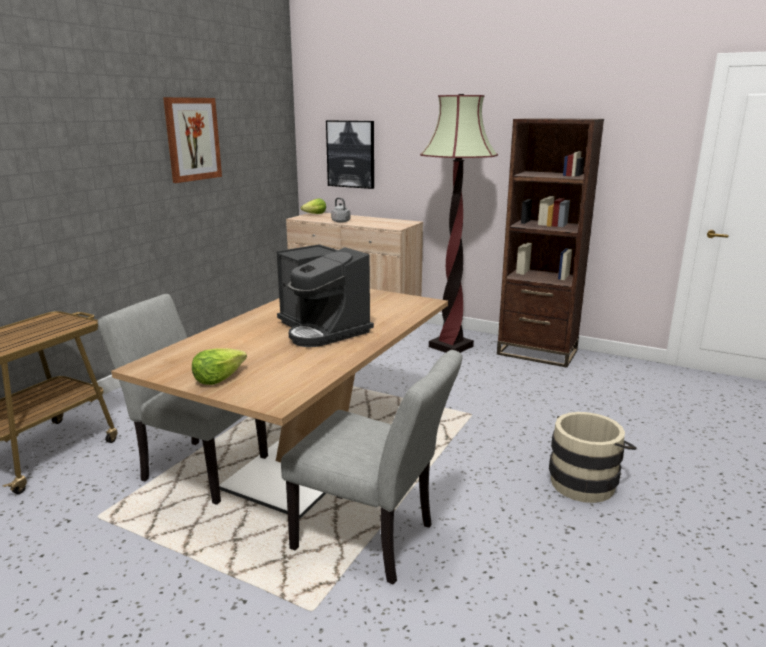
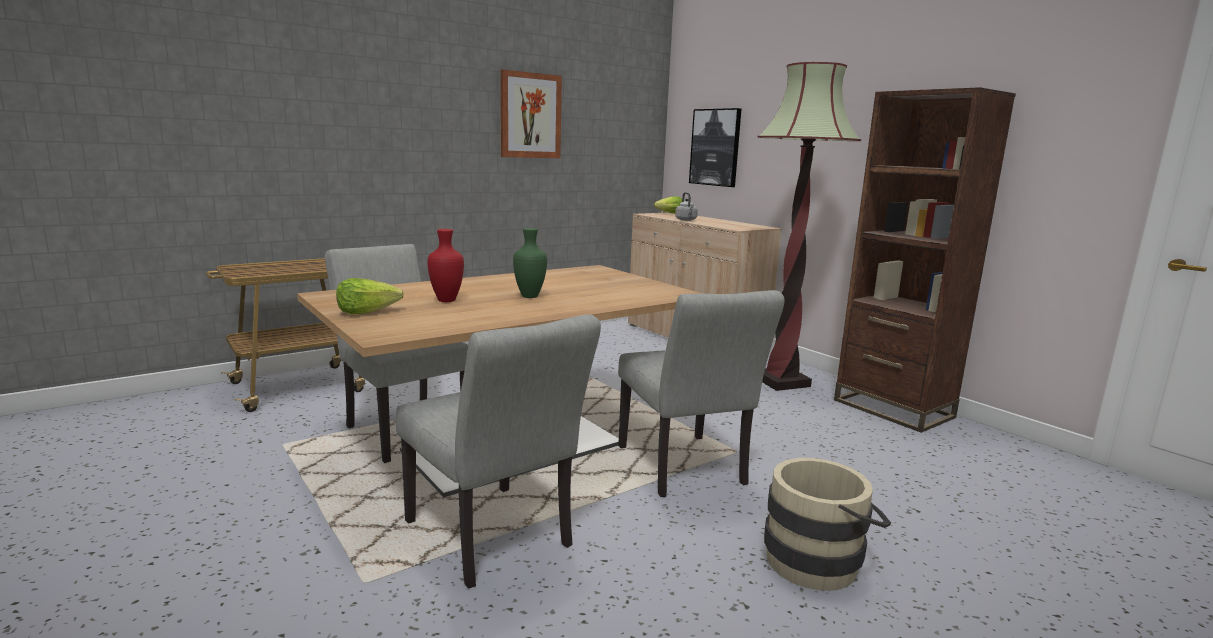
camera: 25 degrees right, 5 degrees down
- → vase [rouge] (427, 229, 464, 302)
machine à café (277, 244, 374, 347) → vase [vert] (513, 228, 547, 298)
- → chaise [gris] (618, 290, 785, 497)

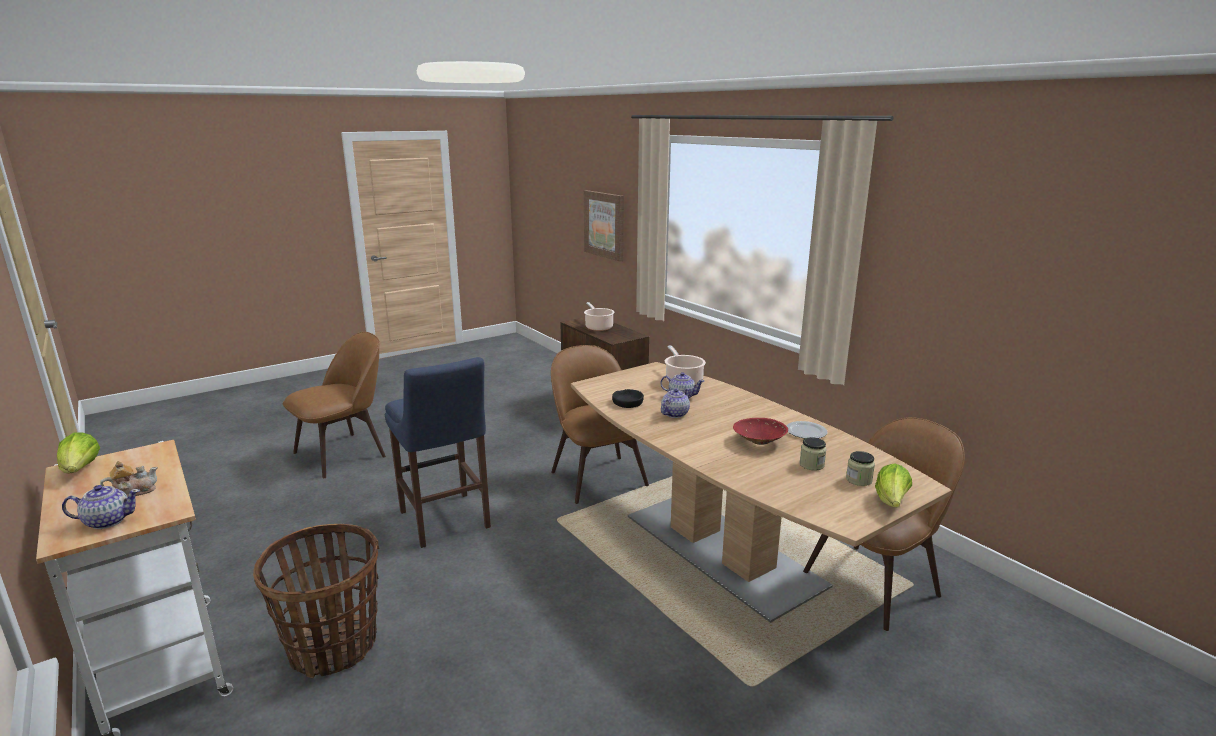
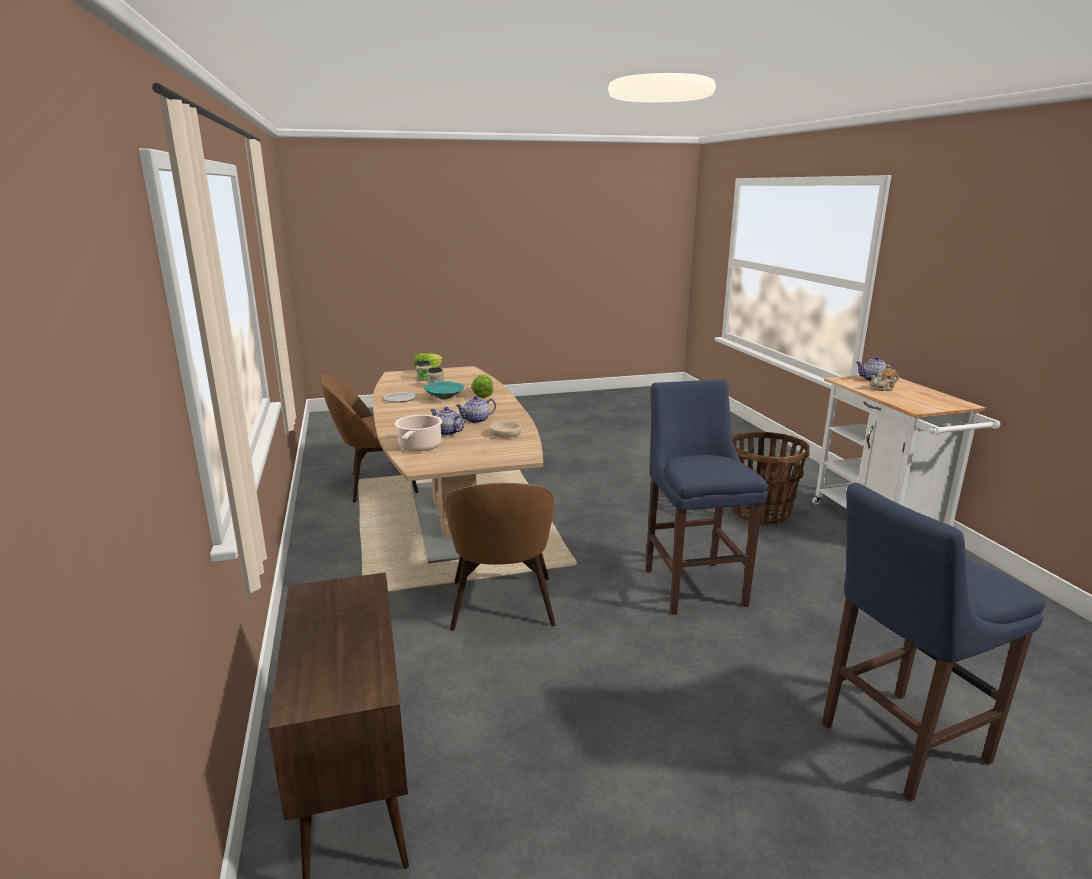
camera: 160 degrees left, 0 degrees up
bol [rouge] (733, 418, 788, 445) → bol [turquoise] (423, 381, 465, 400)
laitue (57, 433, 100, 474) → laitue (471, 374, 494, 398), relocated
bol [noir] (612, 389, 644, 408) → bol [beige] (489, 422, 522, 438)
chaise [marron] (283, 332, 386, 478) → tabouret [bleu] (822, 483, 1045, 802)
tableau (584, 190, 624, 262) → -
marmite (584, 302, 615, 331) → -

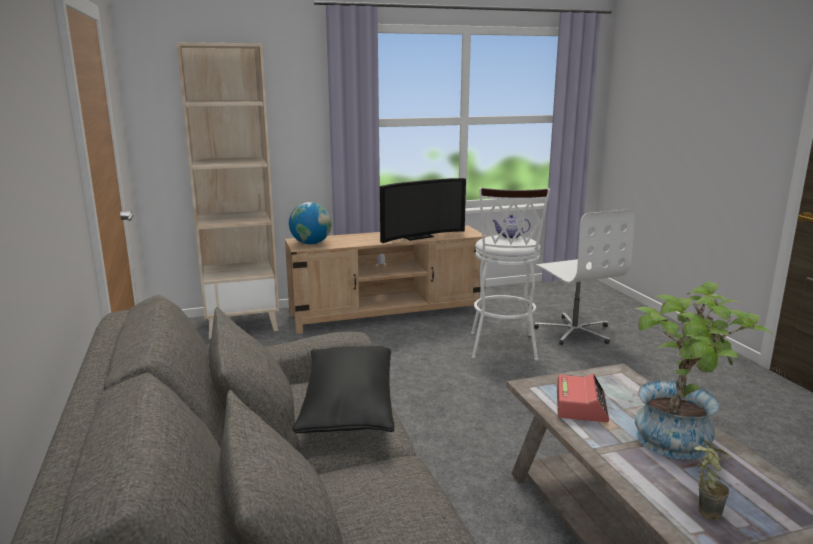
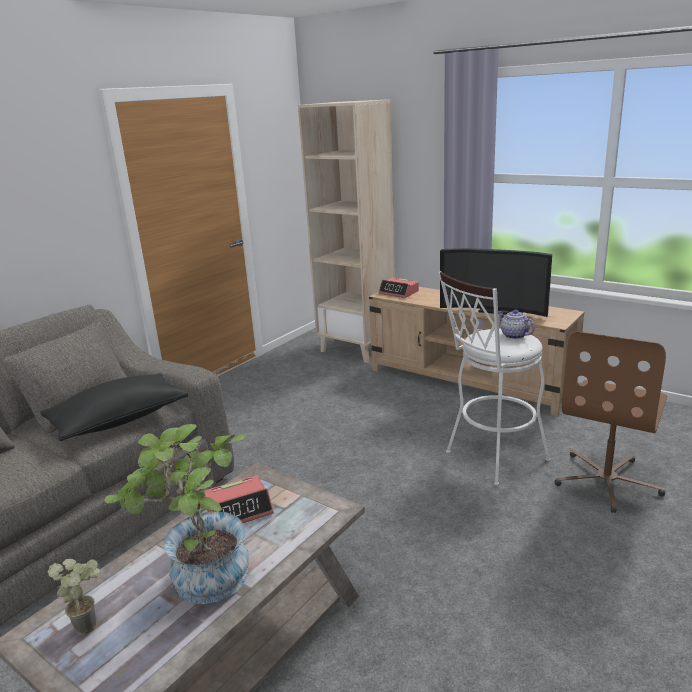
camera: 55 degrees right, 5 degrees up
globe (289, 202, 331, 245) → réveil (379, 278, 419, 298)
chaise de bureau [blanc] (534, 209, 634, 345) → chaise de bureau [marron] (555, 331, 667, 513)

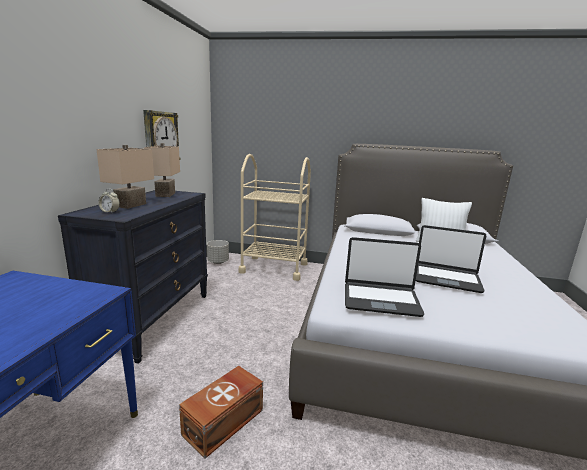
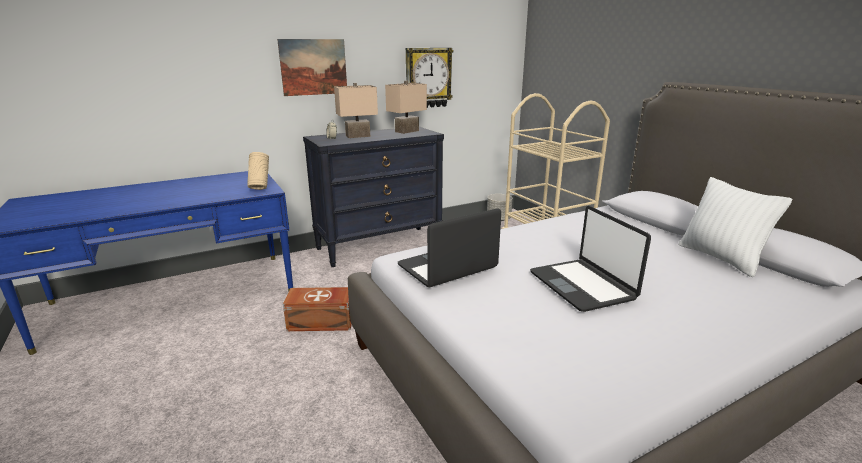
camera: 50 degrees right, 5 degrees up
- → vase [beige] (247, 152, 269, 190)
- → tableau (277, 39, 347, 96)
ordinateur portable (345, 237, 424, 317) → ordinateur portable (398, 208, 501, 287), 90 degrees clockwise

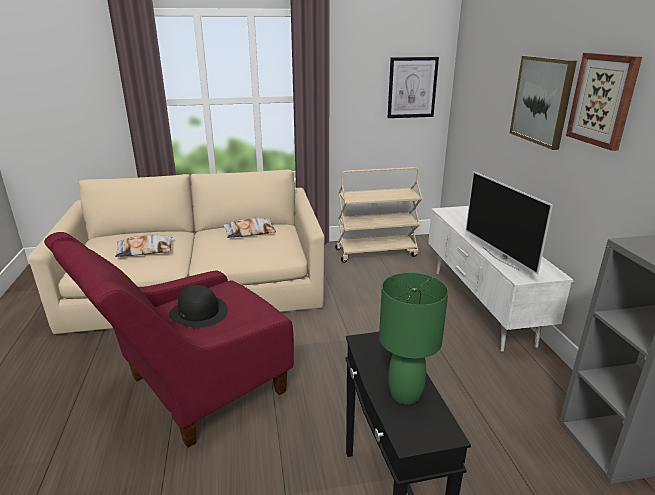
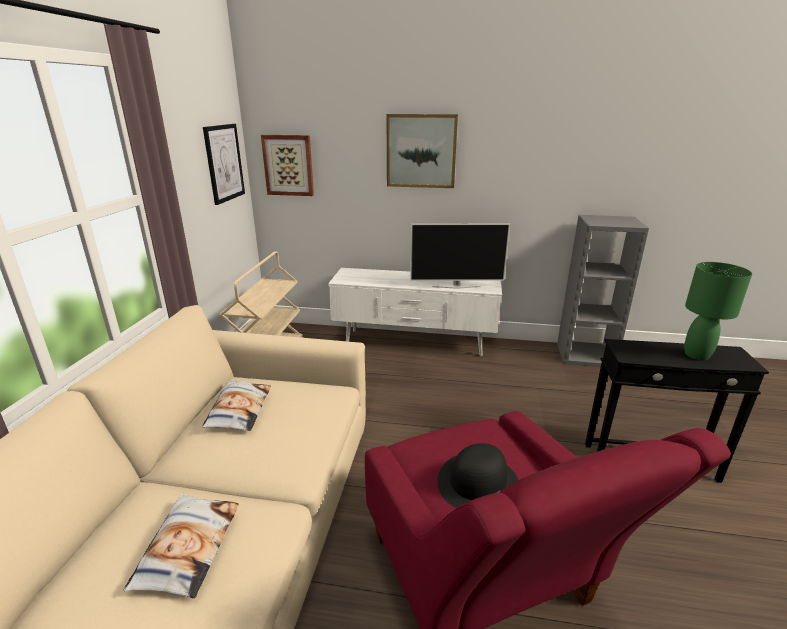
camera: 70 degrees left, 0 degrees up
tableau (566, 53, 642, 151) → tableau (261, 135, 314, 196), relocated

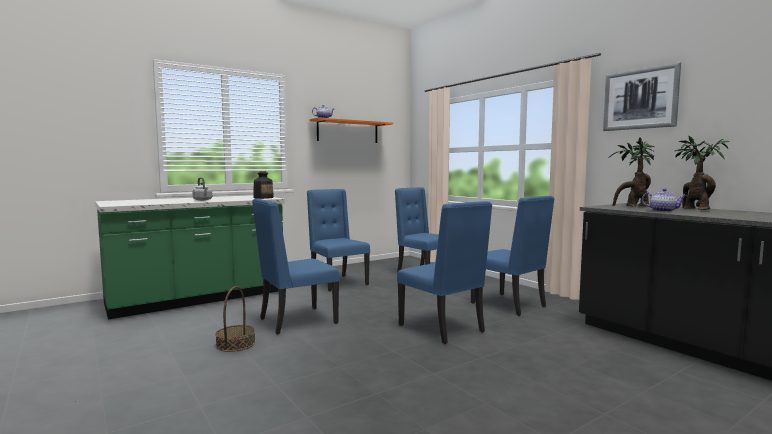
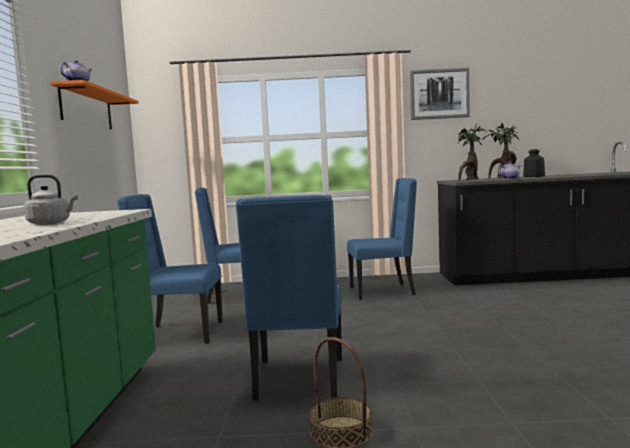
camera: 55 degrees left, 0 degrees up
bouteille (253, 171, 274, 199) → bouteille (523, 149, 545, 177), relocated
chaise [bleu] (397, 201, 492, 344) → -

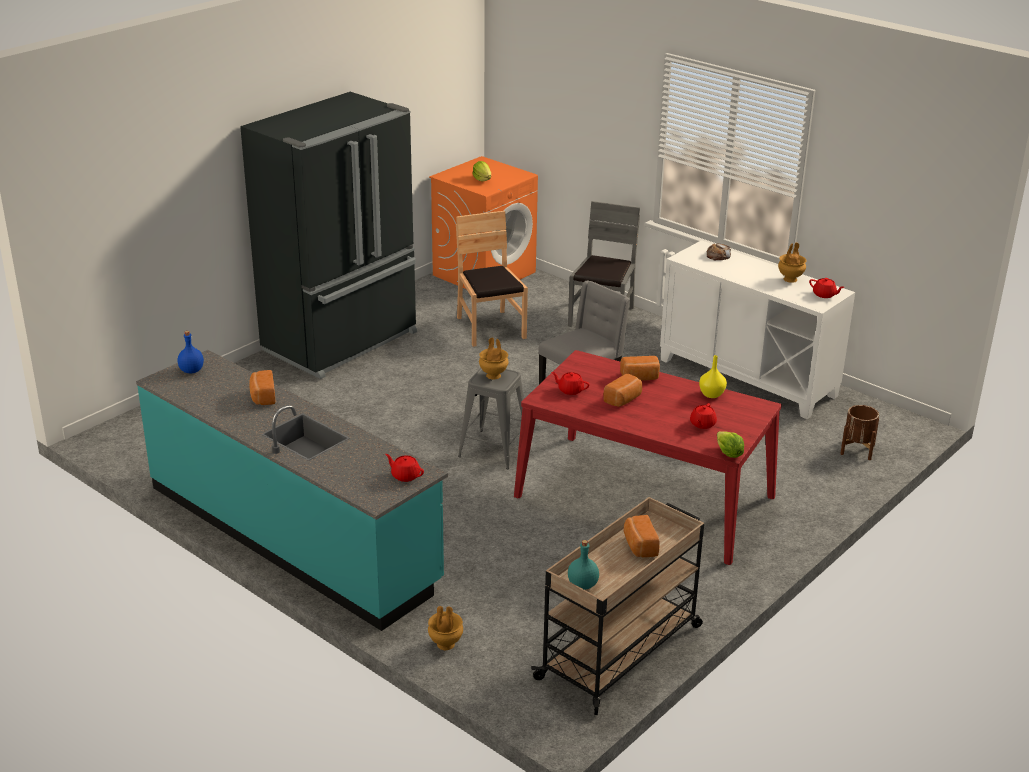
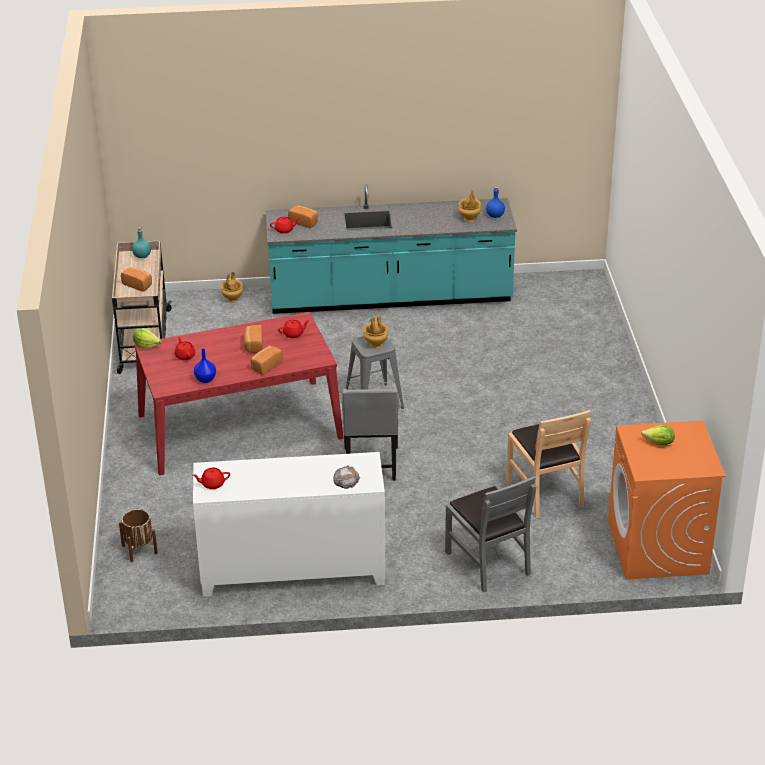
camera: 135 degrees right, 5 degrees up
vase [jaune] (699, 355, 727, 398) → vase [bleu] (194, 349, 216, 383)
pain (250, 370, 275, 405) → pain (288, 205, 318, 228), relocated
vase [marron] (778, 243, 807, 283) → vase [marron] (458, 190, 481, 222), relocated
chaise [marron] (456, 211, 528, 347) → chaise [marron] (506, 410, 591, 518), 45 degrees clockwise
réfrigérateur [noir] (240, 92, 417, 379) → -

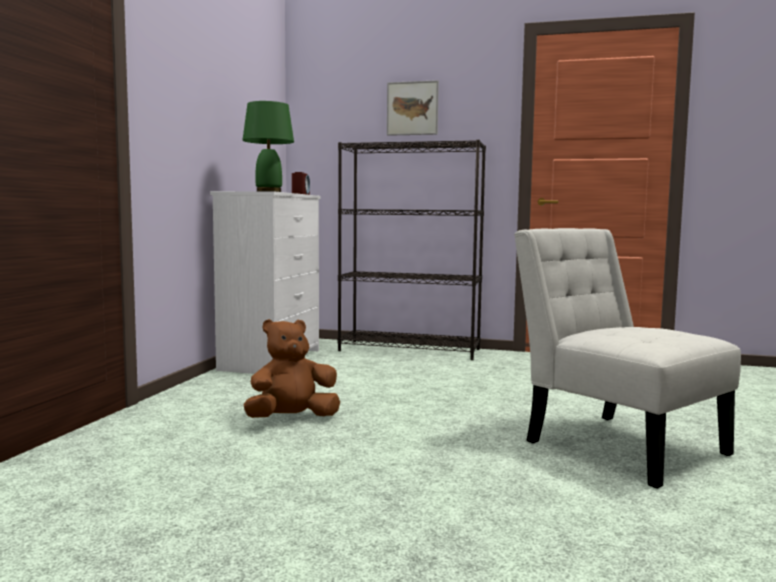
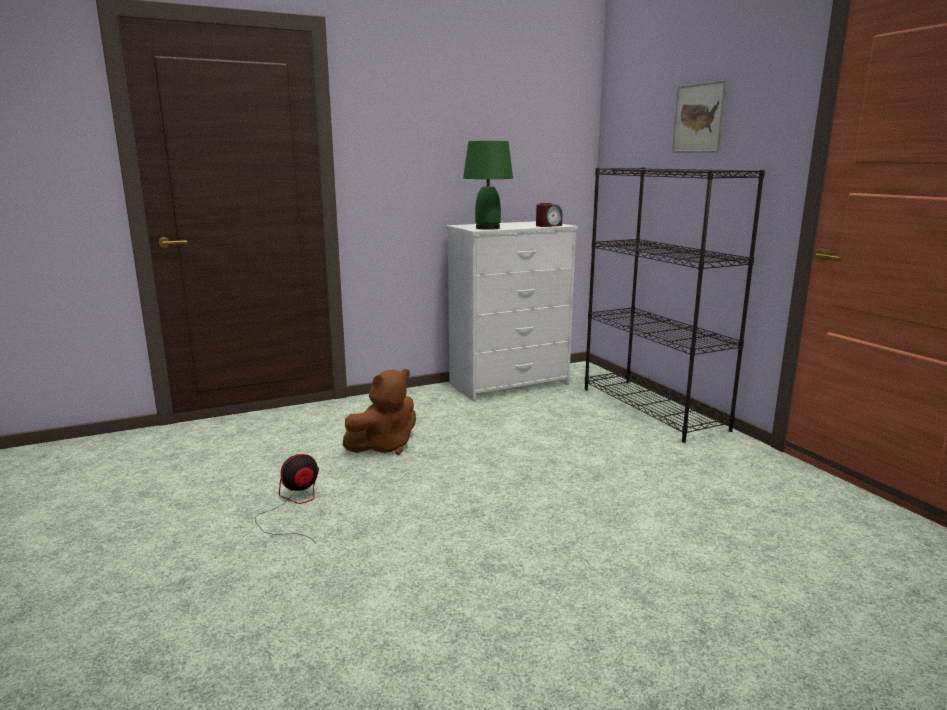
camera: 50 degrees right, 10 degrees up
- → ventilateur (255, 454, 319, 541)
peluche [marron] (243, 319, 340, 418) → peluche [marron] (343, 369, 416, 455), 120 degrees clockwise
chaise [blanc] (514, 228, 741, 489) → -

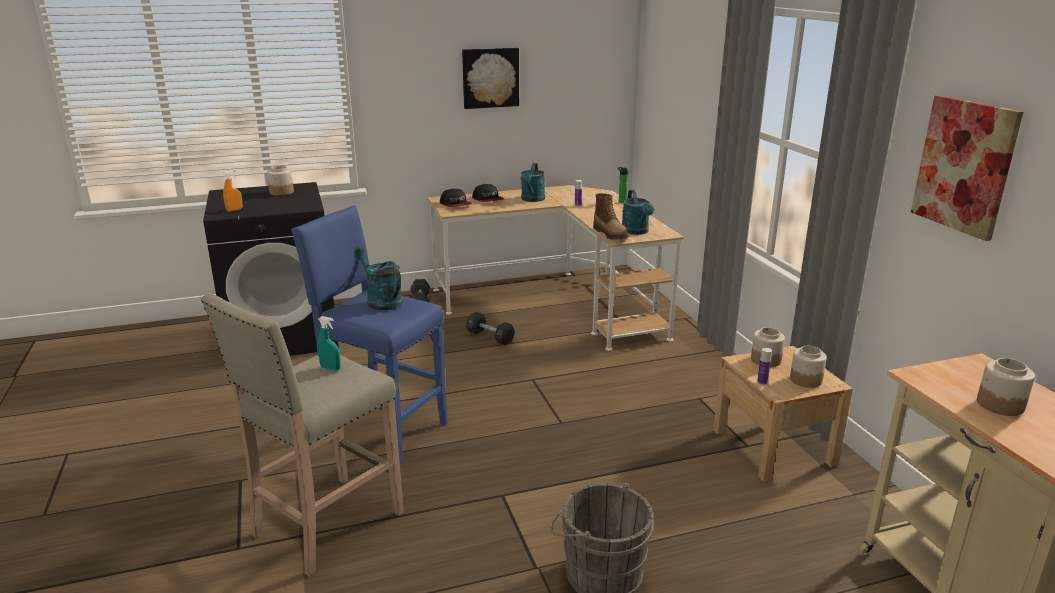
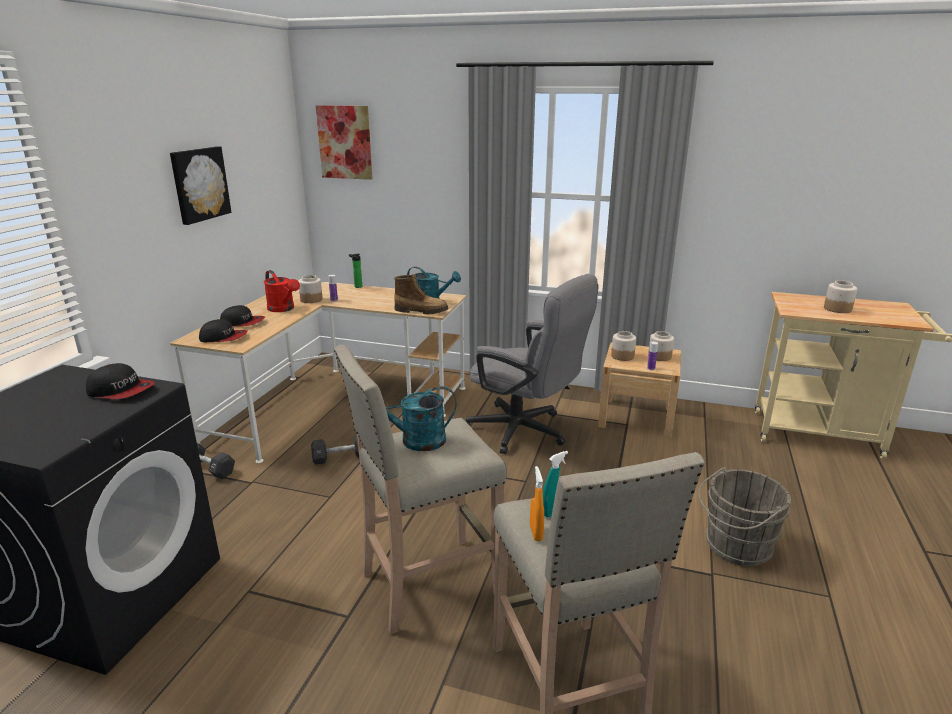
camera: 55 degrees left, 0 degrees up
- → casquette (86, 363, 155, 399)
arrosoir [turquoise] (521, 163, 545, 202) → arrosoir [rouge] (264, 270, 300, 312)
bocal (267, 166, 294, 196) → bocal (298, 275, 323, 303), relocated
tableau (911, 95, 1023, 241) → tableau (316, 105, 373, 180), relocated
tabouret [bleu] (291, 205, 448, 463) → tabouret [beige] (334, 344, 507, 635)
- → chaise de bureau [gris] (465, 274, 598, 454)
vaporisateur [orange] (223, 170, 243, 212) → vaporisateur [orange] (530, 466, 544, 541), relocated

